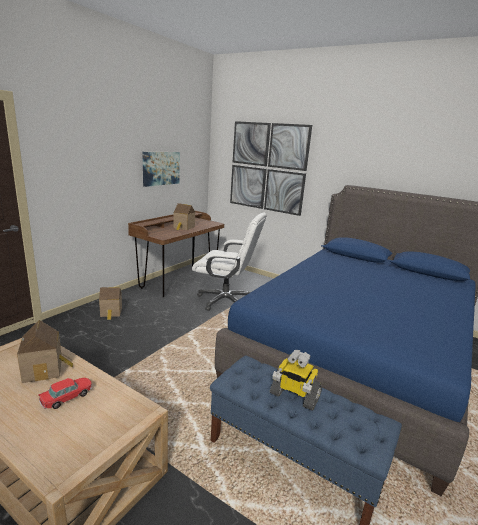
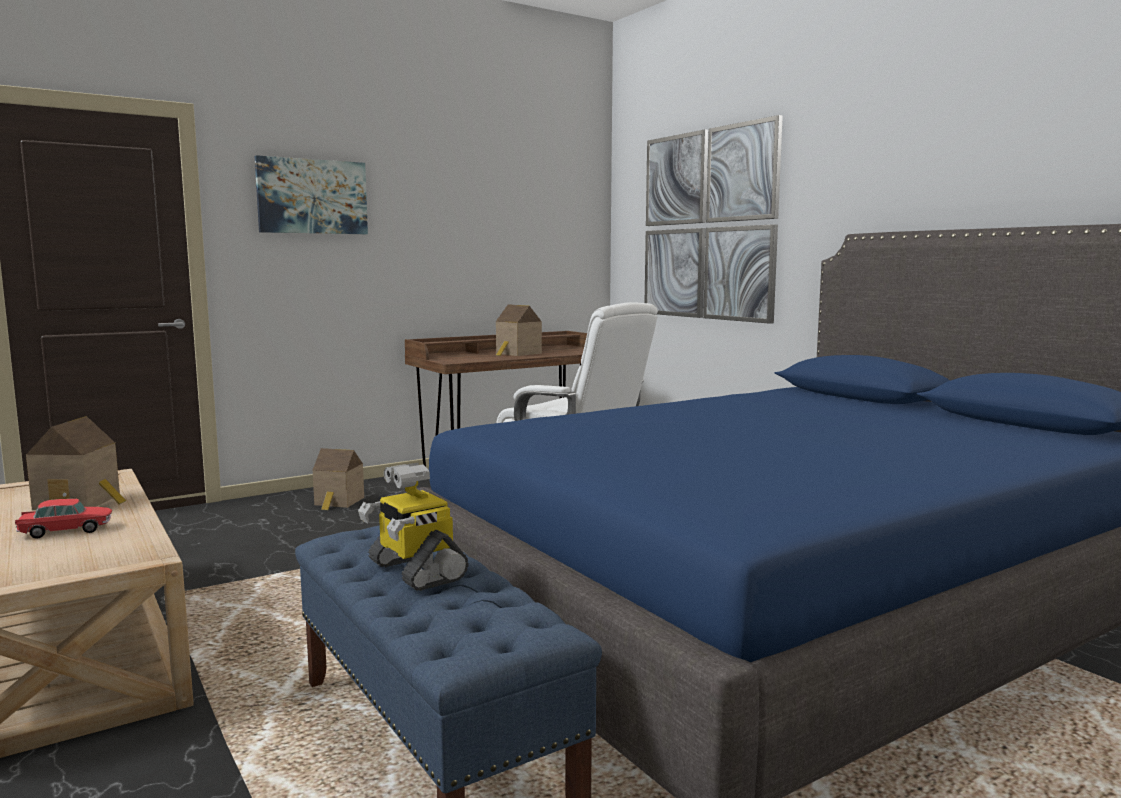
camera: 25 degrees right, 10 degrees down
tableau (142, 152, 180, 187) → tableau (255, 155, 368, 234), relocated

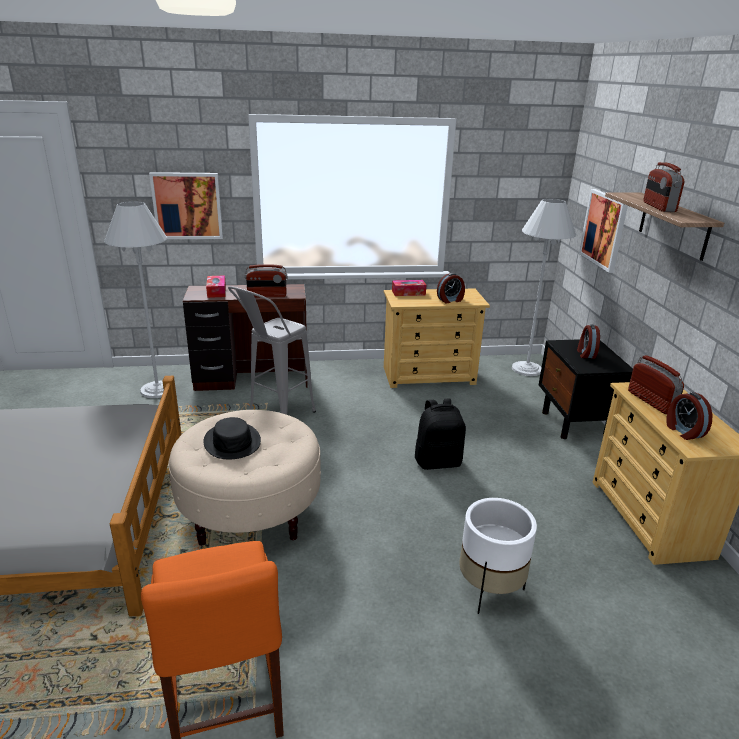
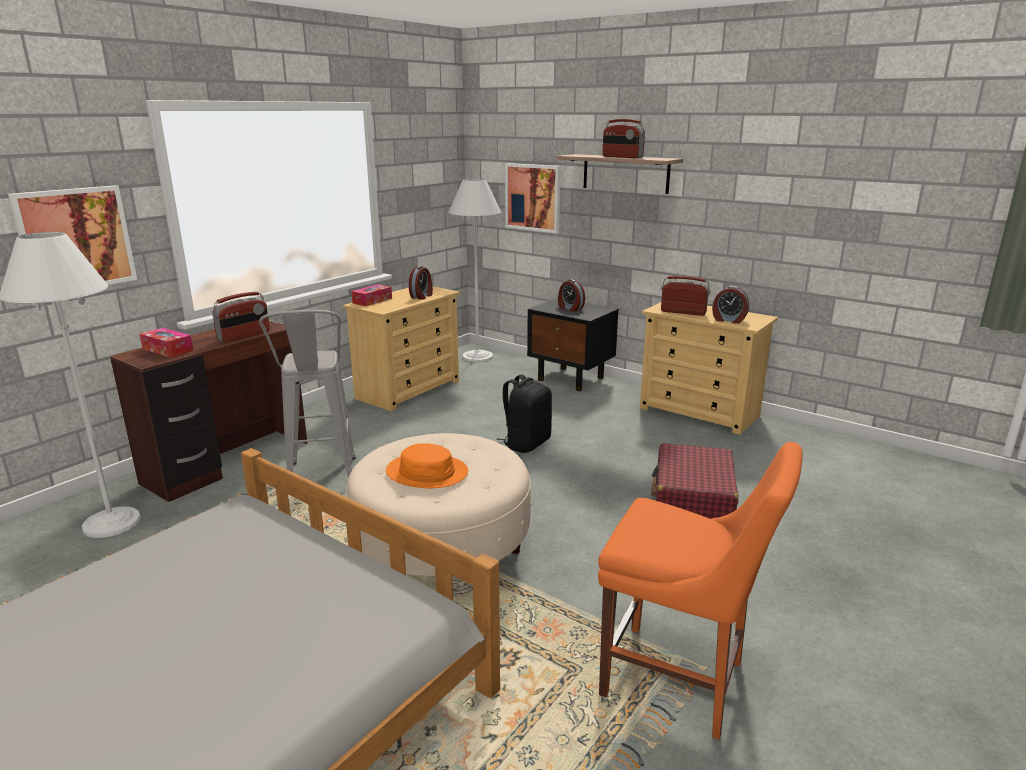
camera: 45 degrees left, 5 degrees down
chapeau [noir] (203, 417, 261, 459) → chapeau [orange] (386, 443, 468, 488)
cache-pot [blanc] (459, 498, 537, 614) → valise [rouge] (651, 443, 738, 519)

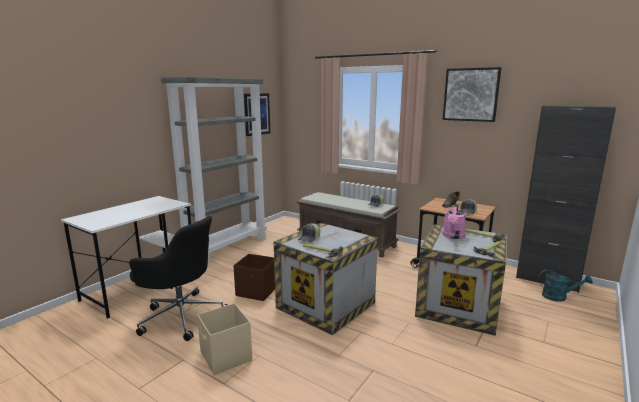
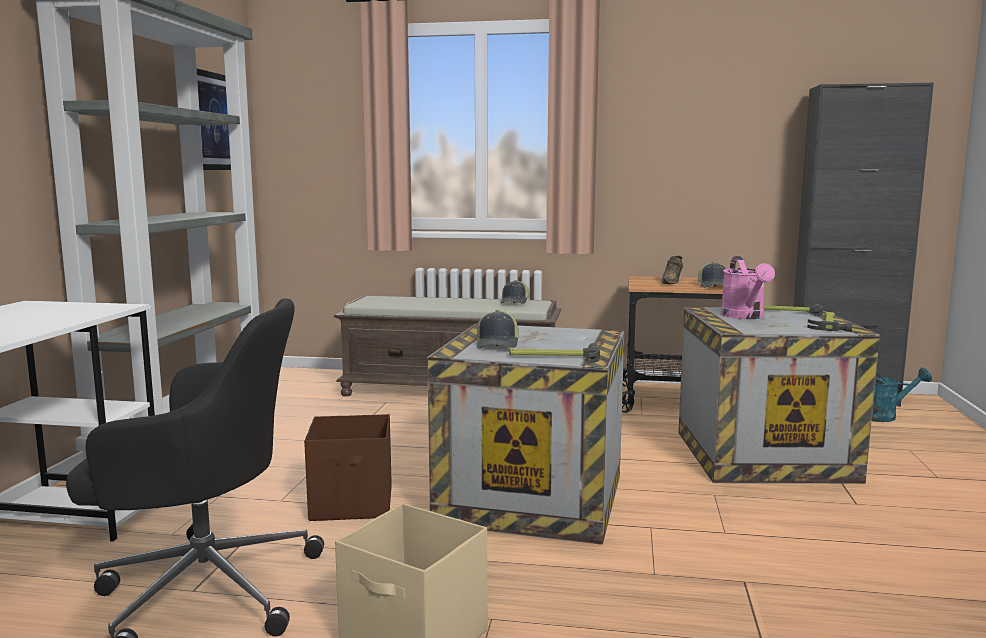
camera: 25 degrees left, 5 degrees down
tableau (443, 67, 502, 122) → -

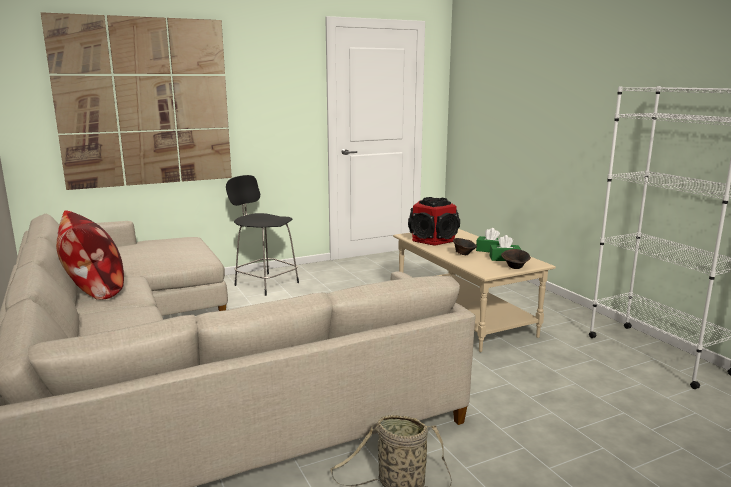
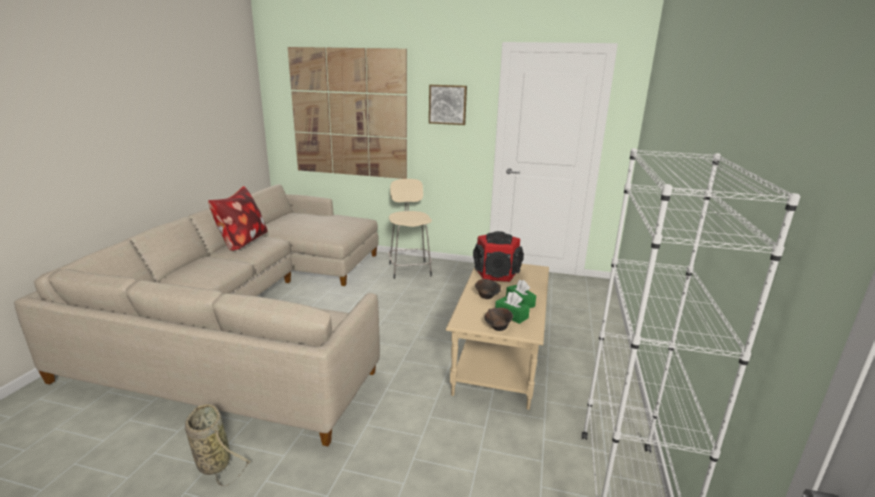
camera: 40 degrees right, 5 degrees up
tabouret [noir] (226, 175, 299, 296) → tabouret [beige] (388, 179, 432, 279)
- → tableau (429, 85, 467, 125)

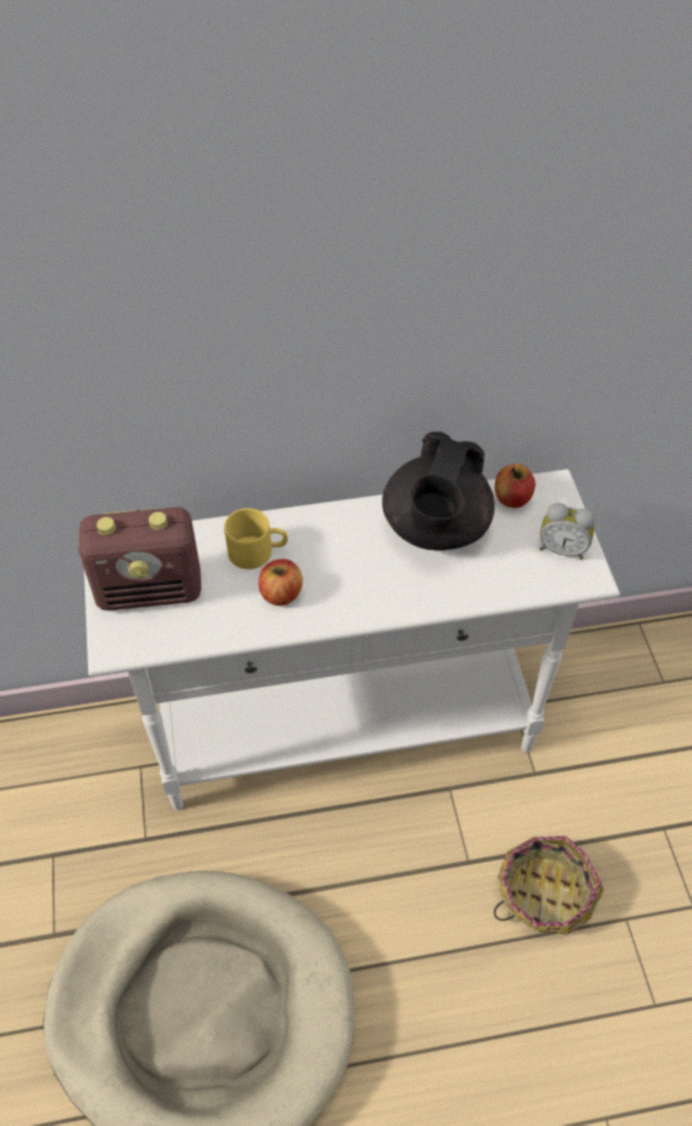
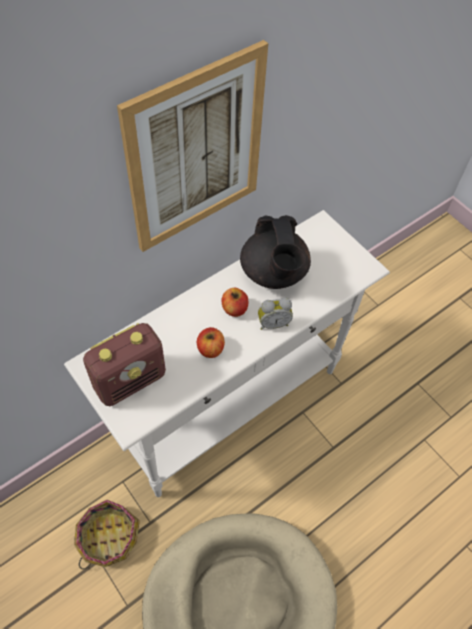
camera: 30 degrees left, 5 degrees up
panier (494, 836, 604, 935) → panier (74, 500, 140, 570), relocated
- → tableau (117, 40, 268, 252)
pomme (495, 464, 536, 508) → pomme (221, 288, 248, 317), relocated
réveil (540, 503, 595, 560) → réveil (258, 298, 293, 330), relocated
mug [jaune] (224, 508, 288, 569) → -

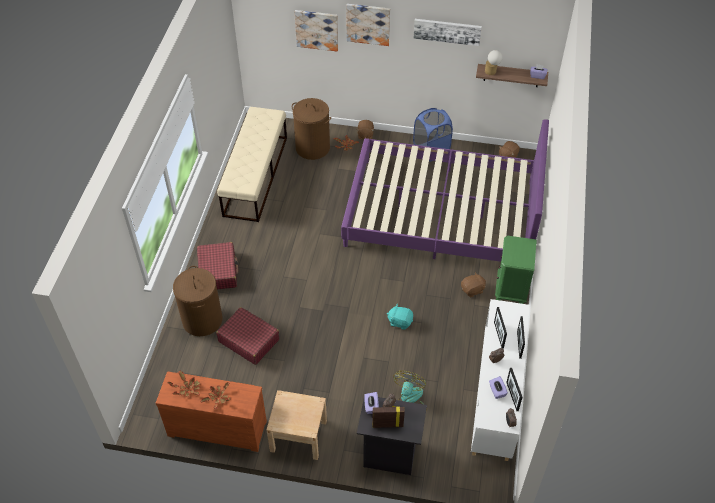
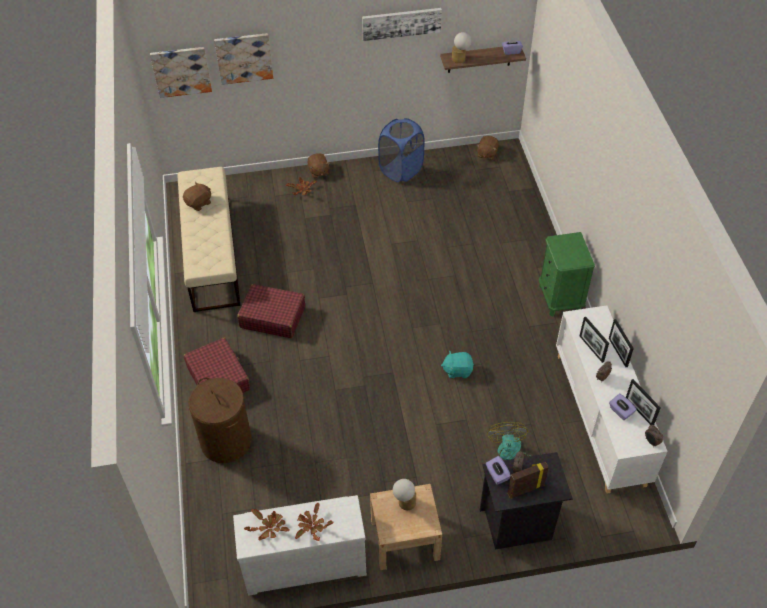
camera: 20 degrees left, 0 degrees up
tableau (346, 4, 390, 46) → tableau (150, 47, 212, 98), relocated
peluche [marron] (461, 272, 486, 297) → peluche [marron] (183, 182, 211, 211), relocated
commode [marron] (156, 372, 267, 452) → commode [blanc] (233, 495, 366, 596)
valise [rouge] (216, 307, 279, 365) → valise [rouge] (237, 284, 305, 338), relocated
- → lampe de table (393, 479, 416, 510)
panier à linge [marron] (292, 98, 331, 160) → -
lit [violet] (341, 119, 549, 262) → -

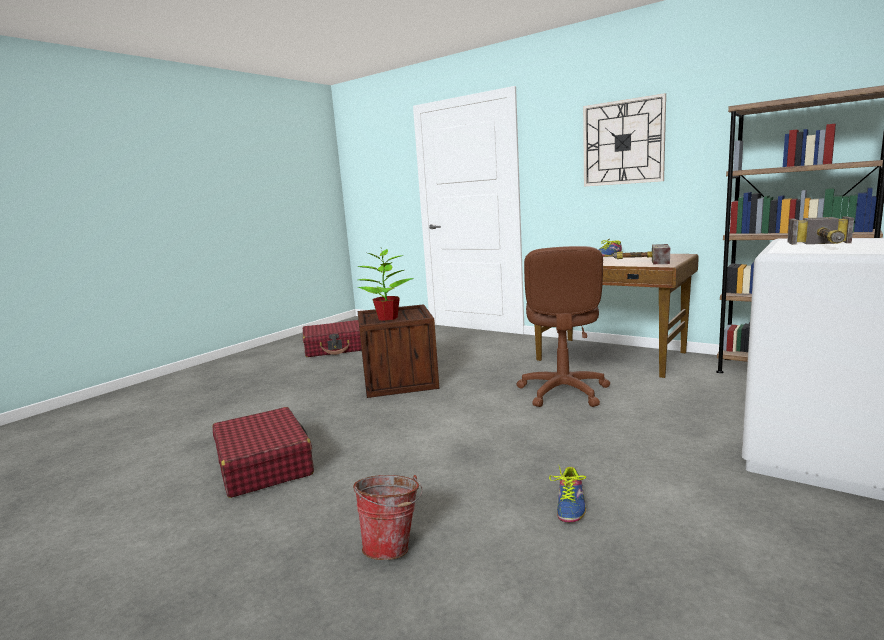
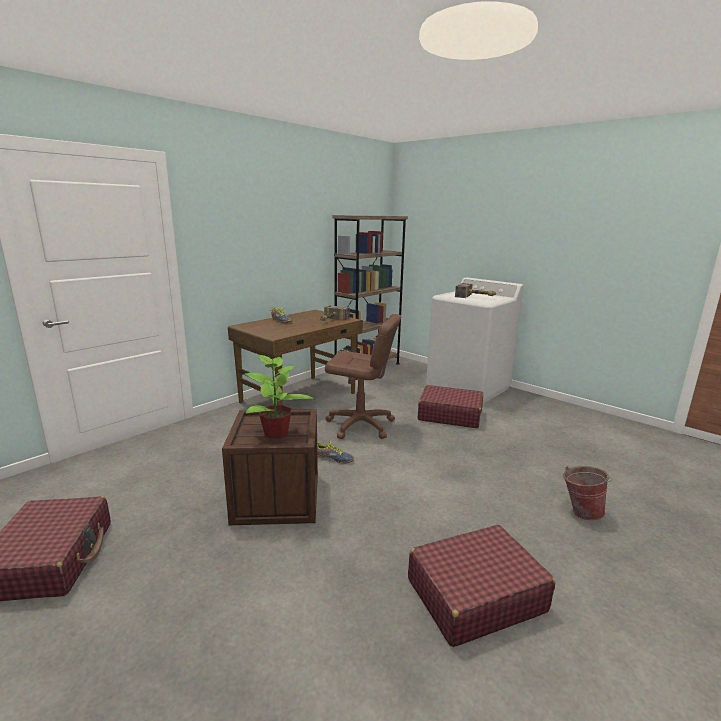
camera: 85 degrees left, 5 degrees up
chaussure (549, 464, 586, 522) → chaussure (317, 441, 354, 463), relocated
- → valise [rouge] (418, 385, 483, 428)
horloge murale (583, 93, 666, 187) → -

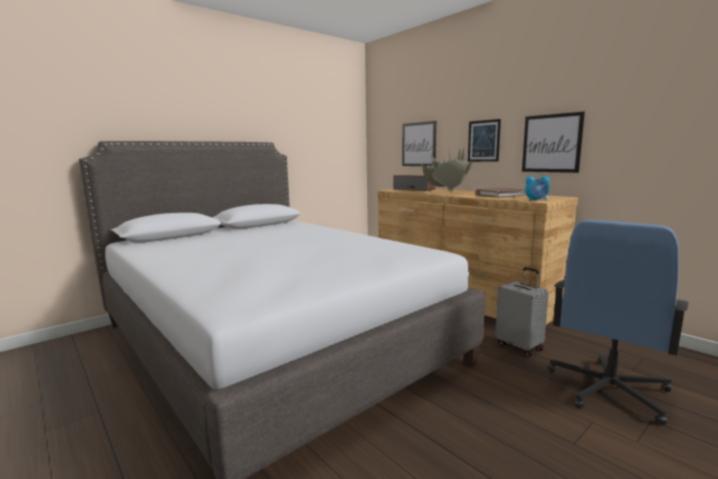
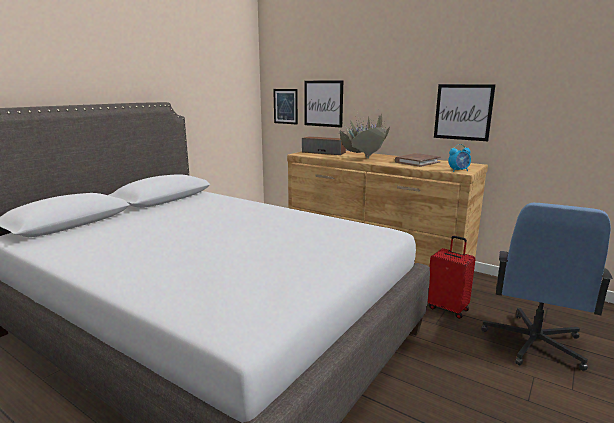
camera: 15 degrees left, 5 degrees up
tableau (468, 119, 501, 162) → tableau (273, 89, 298, 124), relocated
valise [gris] (495, 267, 549, 357) → valise [rouge] (427, 236, 476, 319)

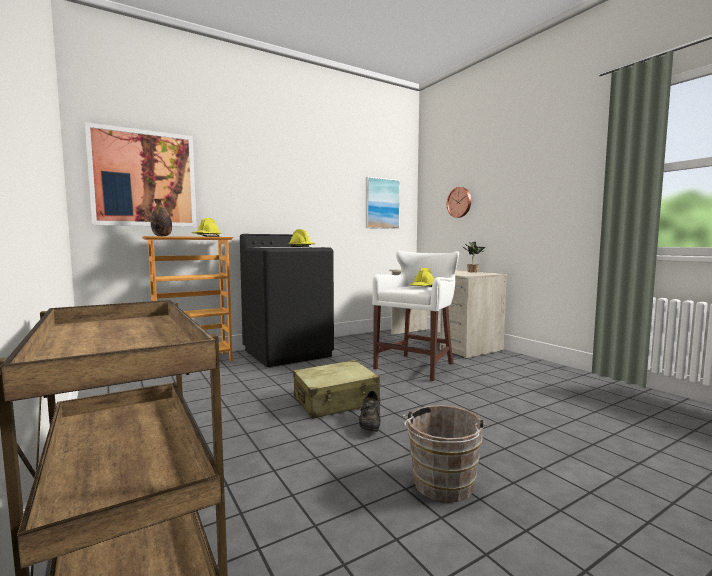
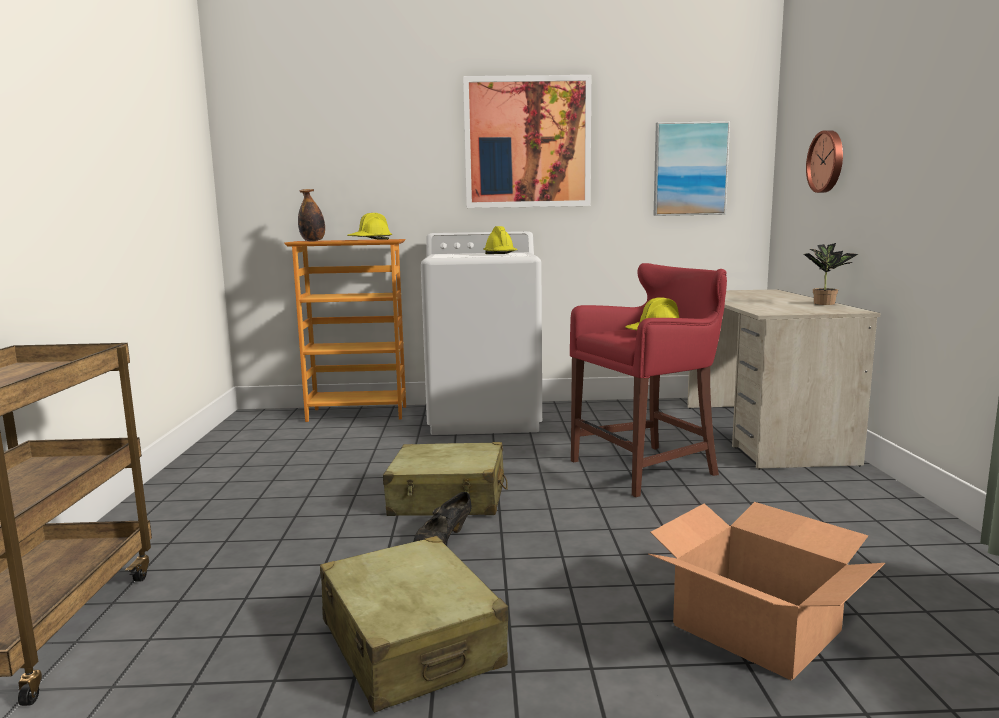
camera: 30 degrees right, 5 degrees up
seau [marron] (402, 405, 487, 502) → valise [beige] (320, 536, 508, 713)
lave-linge [noir] (240, 234, 334, 367) → lave-linge [blanc] (421, 231, 542, 435)
tableau (85, 122, 197, 227) → tableau (463, 75, 591, 208), relocated
tabouret [blanc] (372, 251, 459, 381) → tabouret [rouge] (570, 263, 727, 497)
- → carton (648, 502, 885, 680)

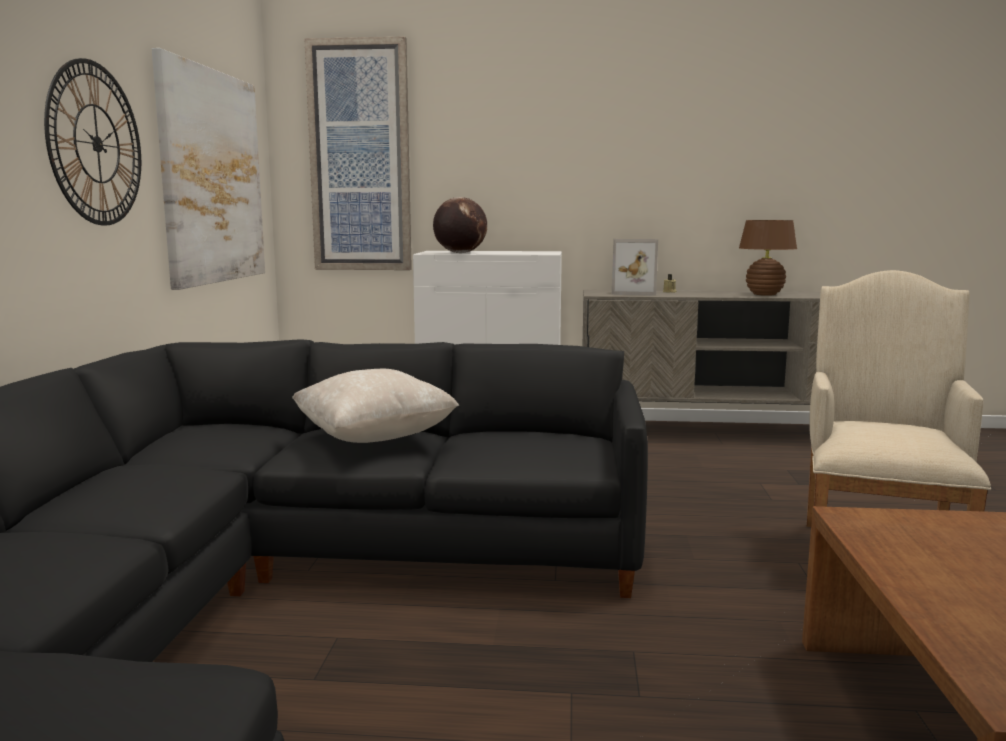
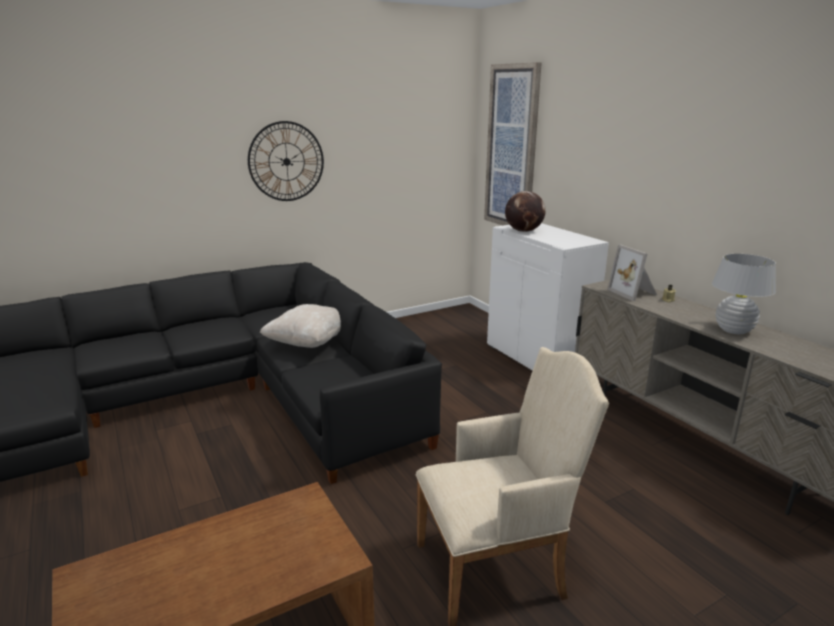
camera: 55 degrees right, 10 degrees up
lampe de table [marron] (739, 220, 797, 296) → lampe de table [blanc] (712, 254, 776, 334)
tableau (152, 48, 265, 290) → -

